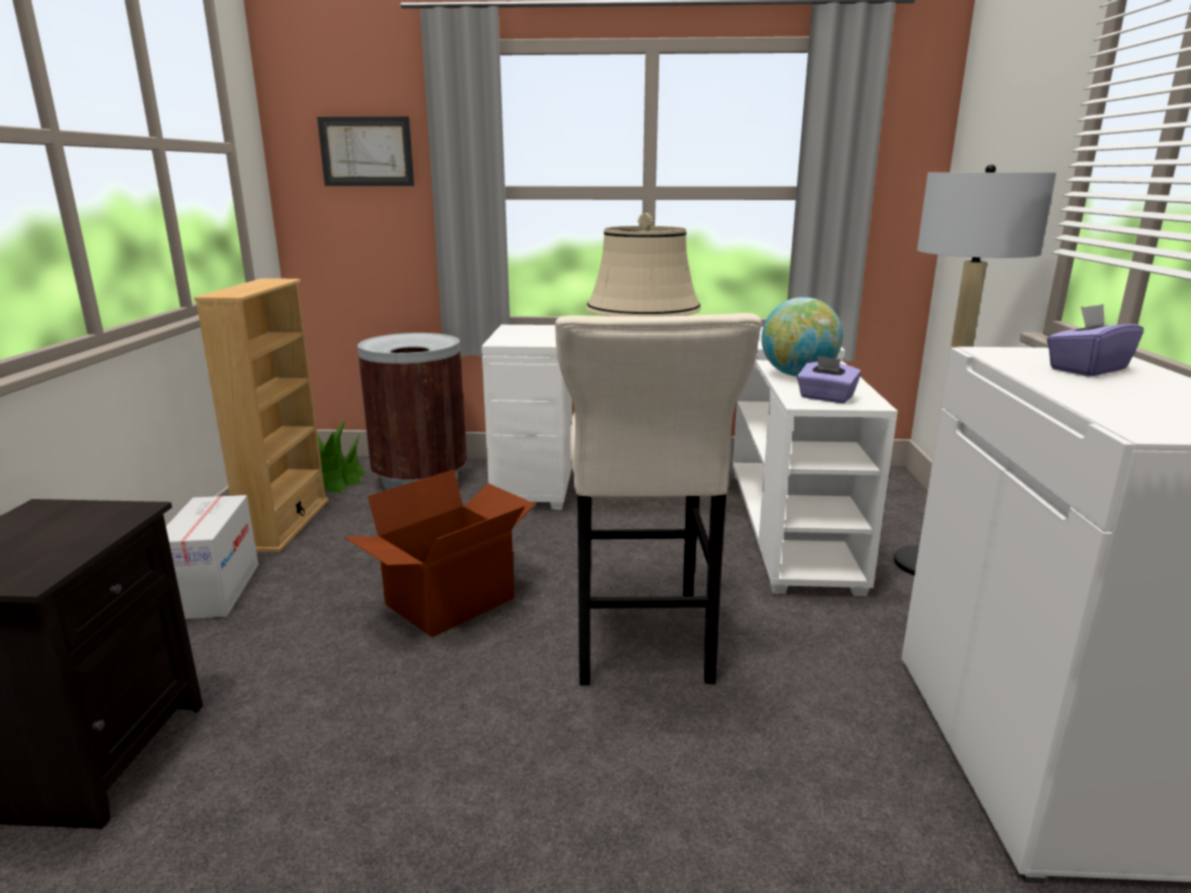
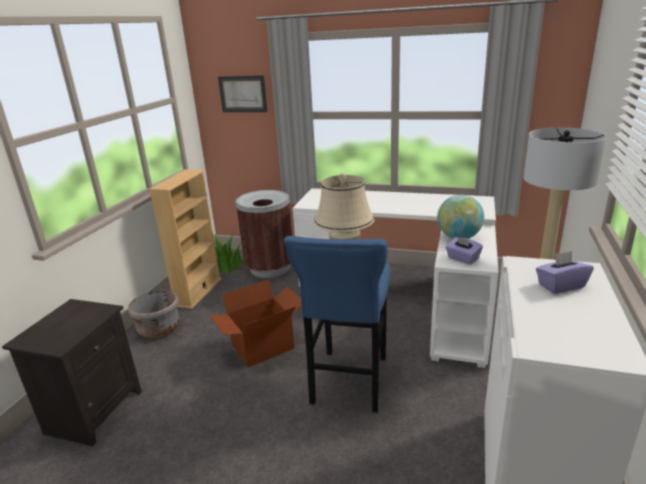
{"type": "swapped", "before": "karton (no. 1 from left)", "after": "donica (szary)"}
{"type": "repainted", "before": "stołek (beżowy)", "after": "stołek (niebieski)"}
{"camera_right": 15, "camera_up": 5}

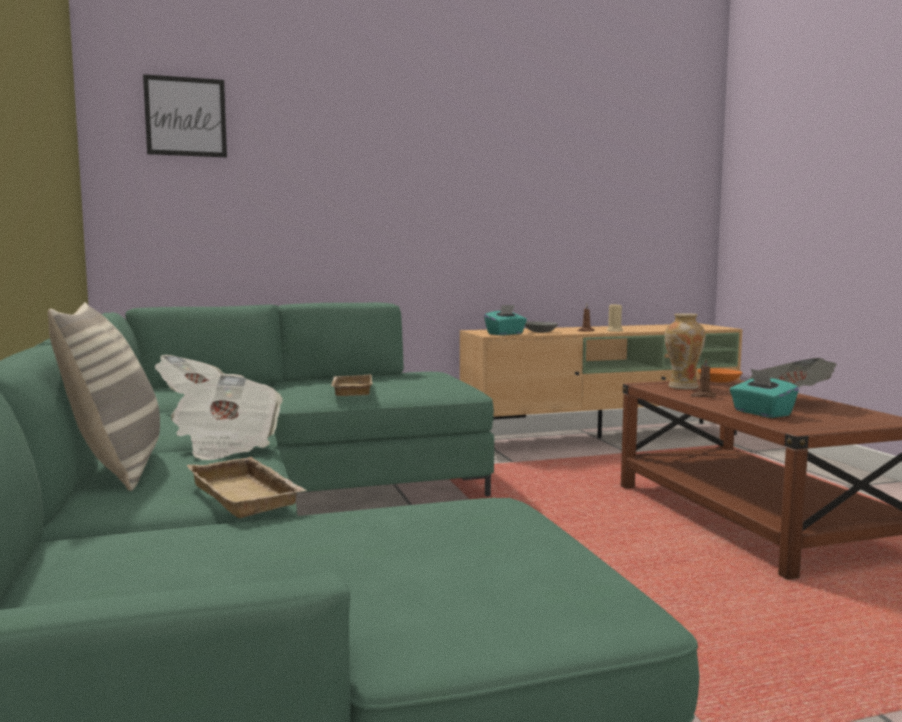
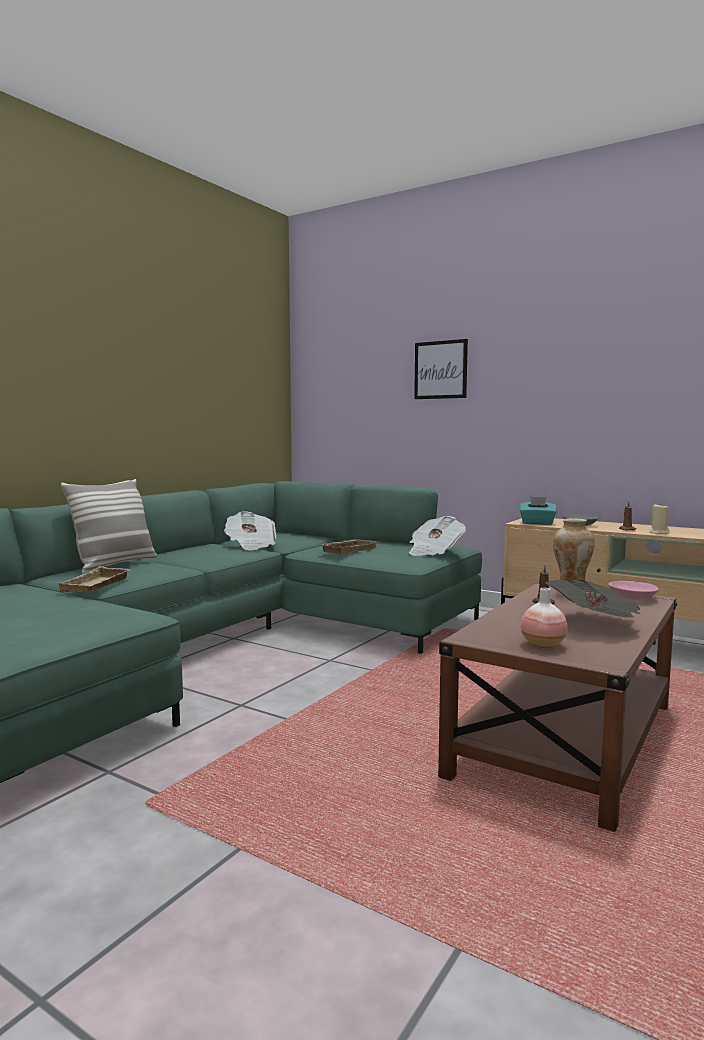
{"type": "gone", "before": "pudełko chusteczek (turkusowy) (no. 2 from left)"}
{"type": "new", "after": "wazon (no. 1 from left)"}
{"type": "shifted", "before": "obraz"}
{"type": "shifted", "before": "gazeta (no. 2 from left)"}
{"type": "repainted", "before": "miska (pomarańczowy)", "after": "miska (różowy)"}
{"camera_right": 50, "camera_up": 0}

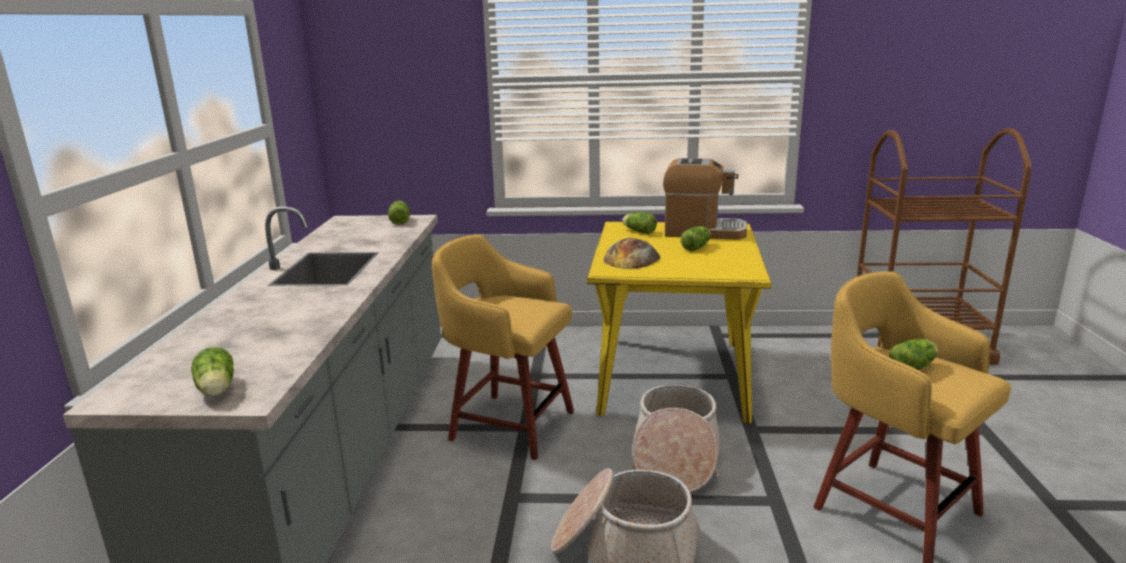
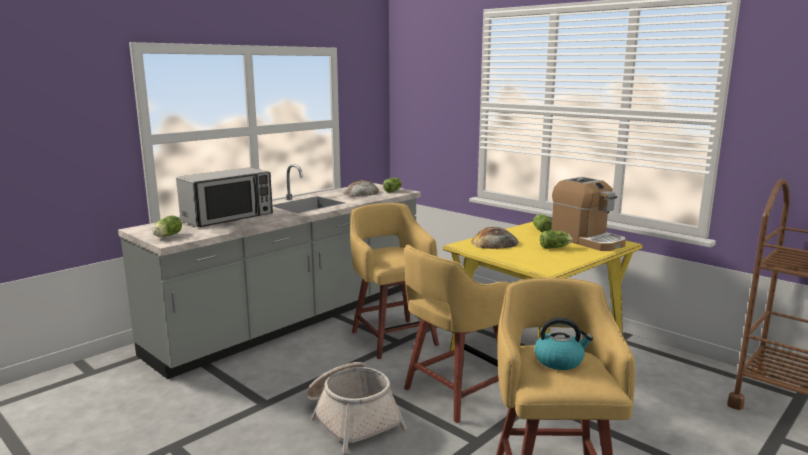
{"type": "new", "after": "mikrofalówka"}
{"type": "new", "after": "chleb (no. 1 from left)"}
{"type": "swapped", "before": "koszyk (no. 2 from left)", "after": "stołek (żółty) (no. 2 from left)"}
{"type": "swapped", "before": "sałata (no. 5 from left)", "after": "czajnik"}
{"camera_right": 40, "camera_up": -5}

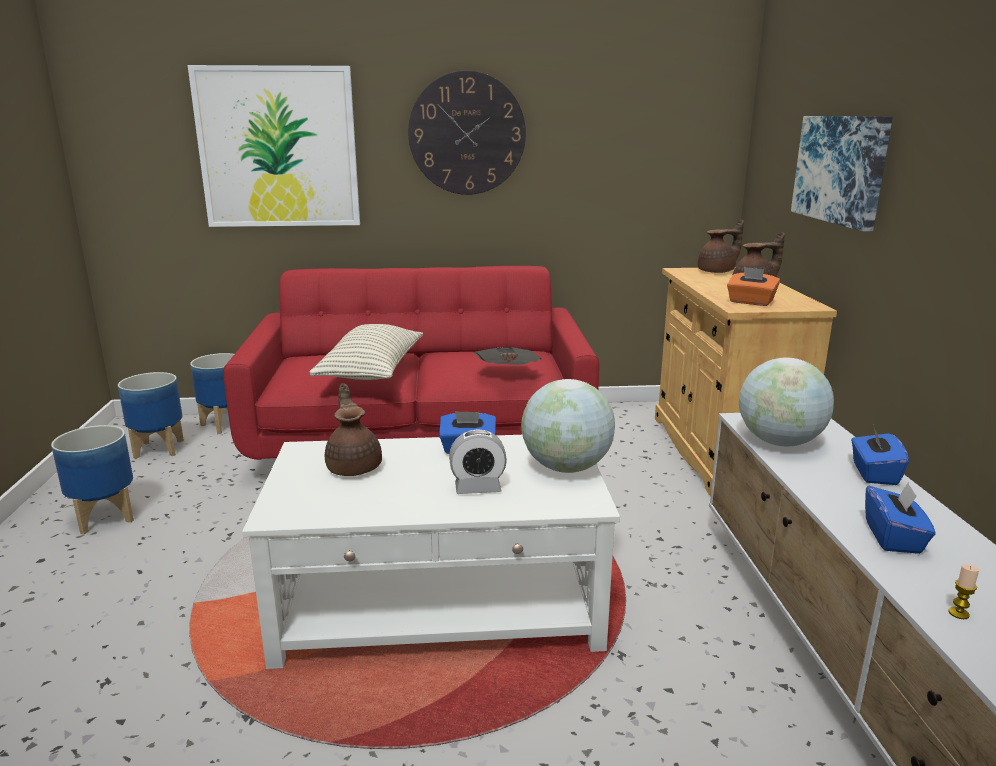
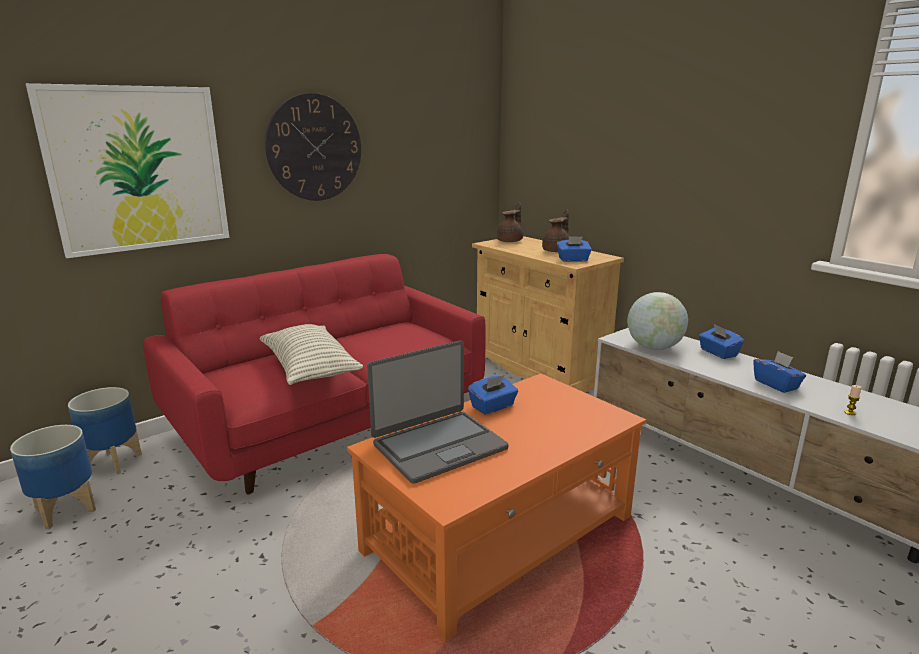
{"type": "gone", "before": "donica (no. 1 from left)"}
{"type": "gone", "before": "budzik"}
{"type": "gone", "before": "gazeta"}
{"type": "gone", "before": "globus (no. 1 from left)"}
{"type": "gone", "before": "obraz (no. 2 from left)"}
{"type": "swapped", "before": "imbryk (brązowy) (no. 1 from left)", "after": "laptop"}
{"type": "repainted", "before": "ława (biały)", "after": "ława (pomarańczowy)"}
{"type": "repainted", "before": "pudełko chusteczek (pomarańczowy)", "after": "pudełko chusteczek (niebieski) (no. 2 from left)"}
{"camera_right": -35, "camera_up": 0}

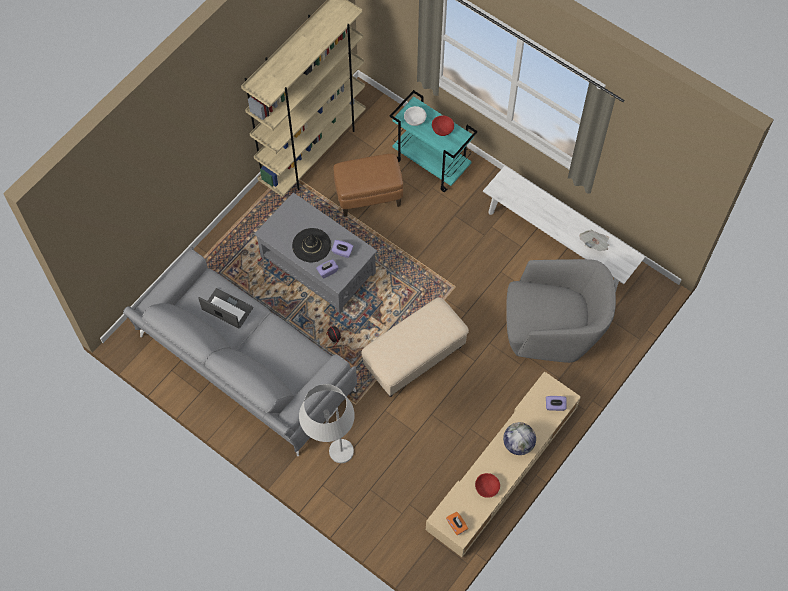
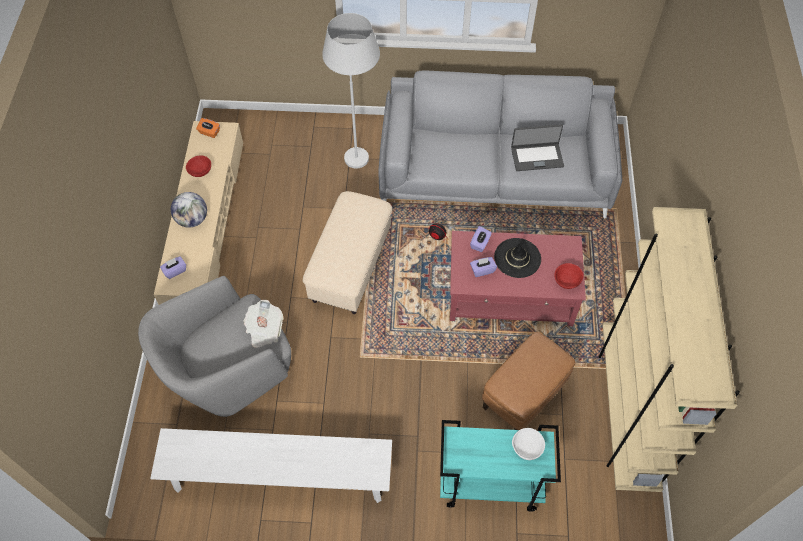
{"type": "shifted", "before": "miska (czerwony) (no. 1 from left in the first image)", "after": "miska (czerwony) (no. 2 from left)"}
{"type": "shifted", "before": "gazeta"}
{"type": "repainted", "before": "ława (szary)", "after": "ława (czerwony)"}
{"camera_right": 145, "camera_up": -5}

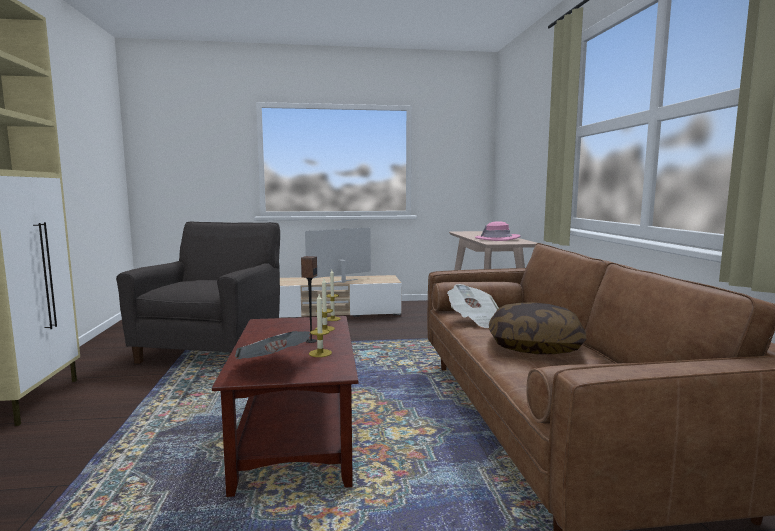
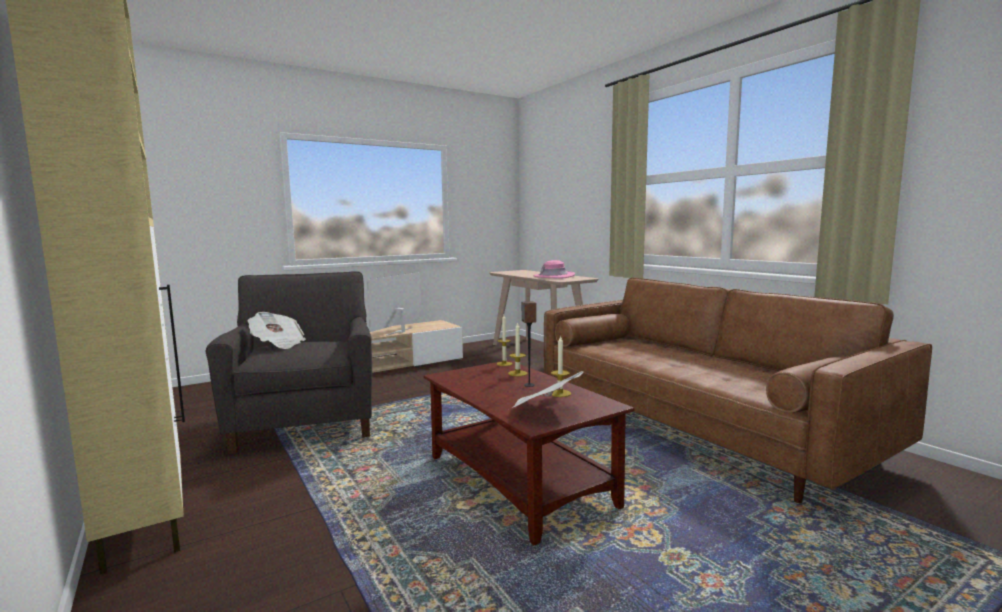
{"type": "gone", "before": "poduszka"}
{"type": "shifted", "before": "gazeta (no. 2 from left in the first image)", "after": "gazeta (no. 1 from left)"}
{"camera_right": -25, "camera_up": 0}

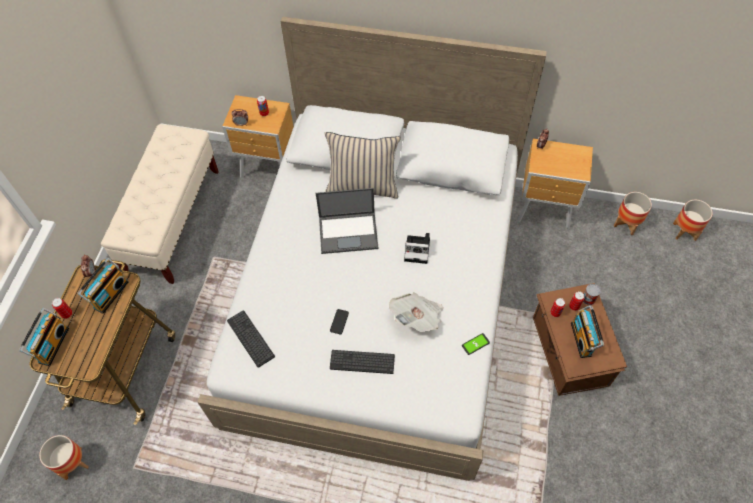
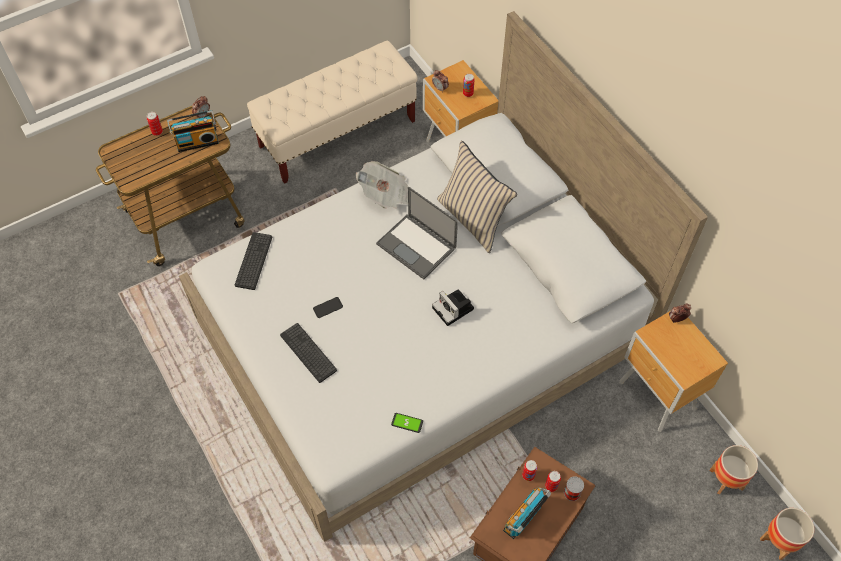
{"type": "gone", "before": "radio (no. 1 from left)"}
{"type": "gone", "before": "donica (no. 1 from left)"}
{"type": "shifted", "before": "gazeta"}
{"camera_right": 45, "camera_up": 0}

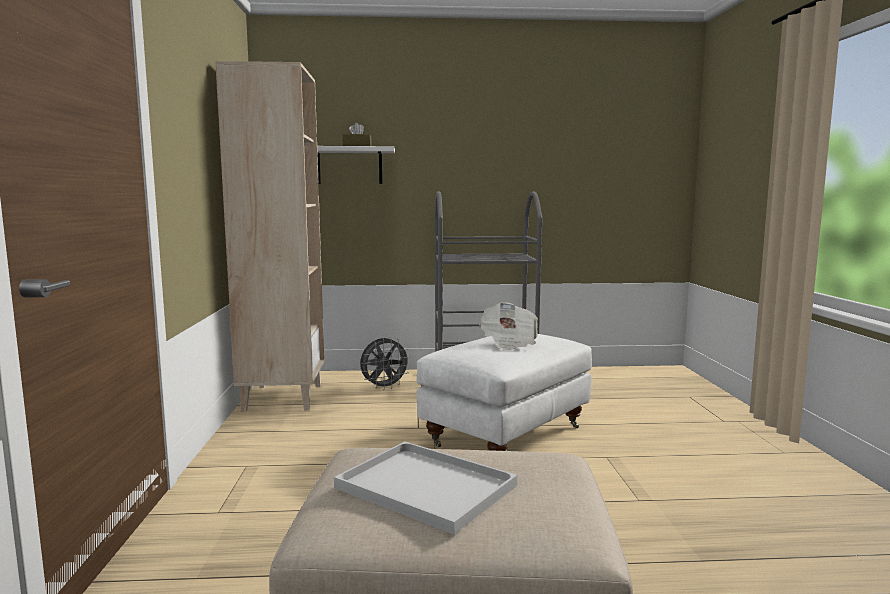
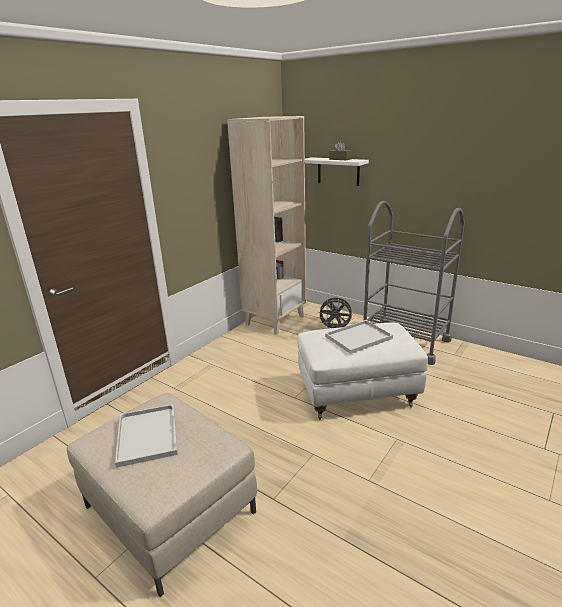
{"type": "swapped", "before": "gazeta", "after": "taca (biały) (no. 2 from left)"}
{"camera_right": 40, "camera_up": 15}

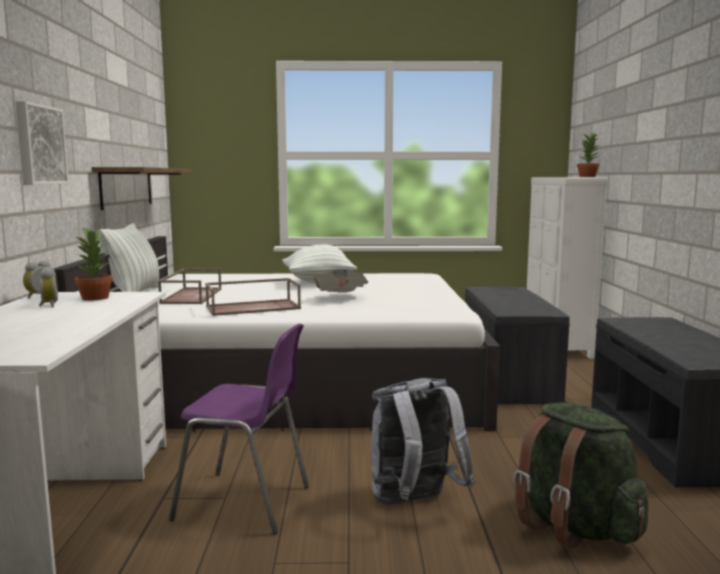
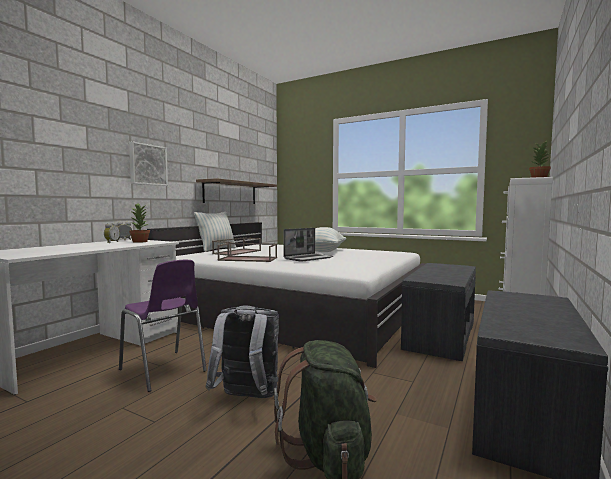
{"type": "swapped", "before": "gazeta", "after": "laptop"}
{"camera_right": 30, "camera_up": -5}

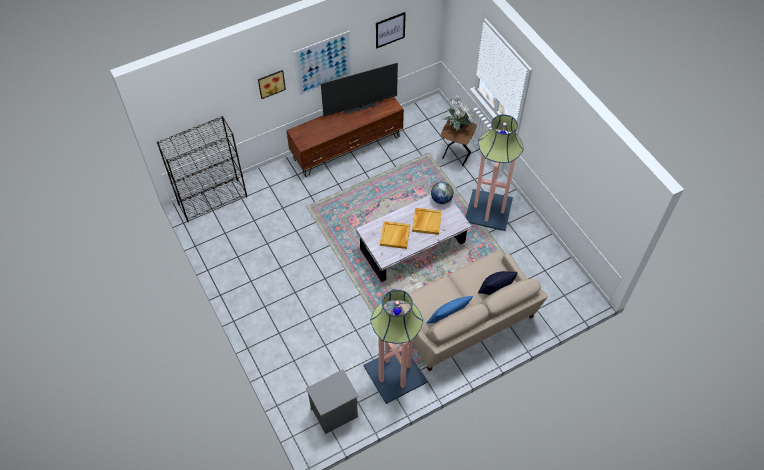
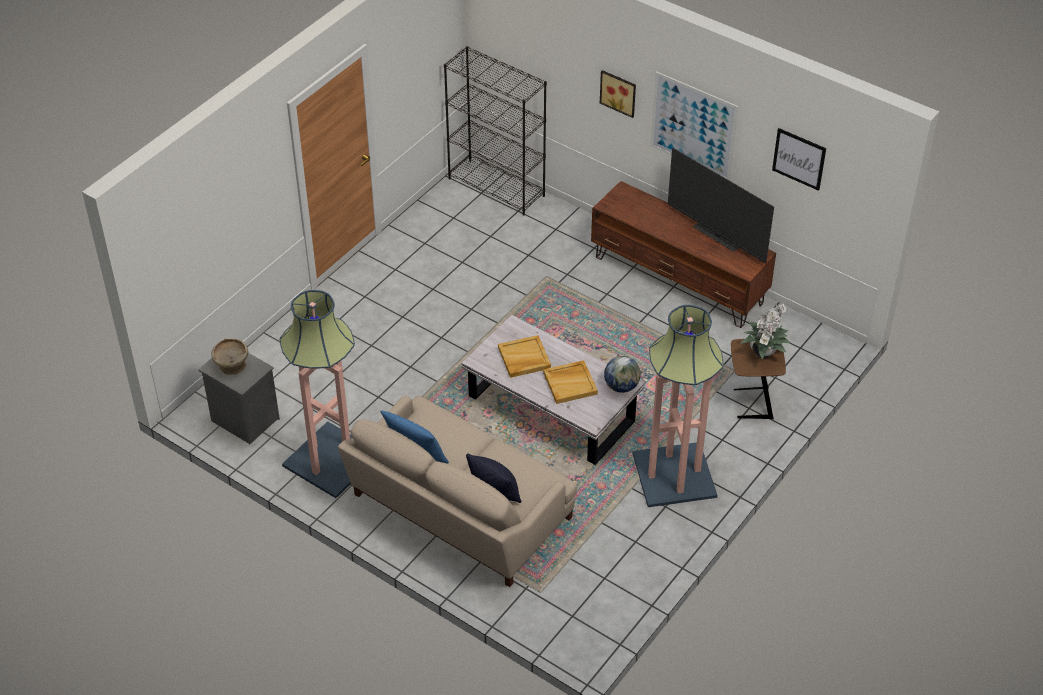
{"type": "new", "after": "miska (beżowy)"}
{"camera_right": 65, "camera_up": -10}

